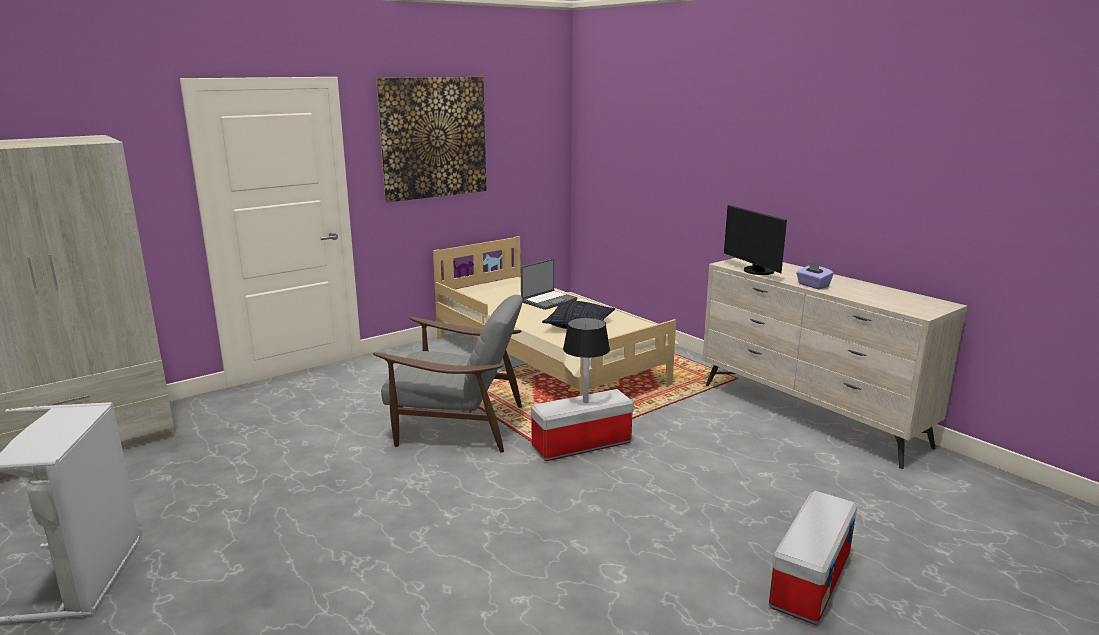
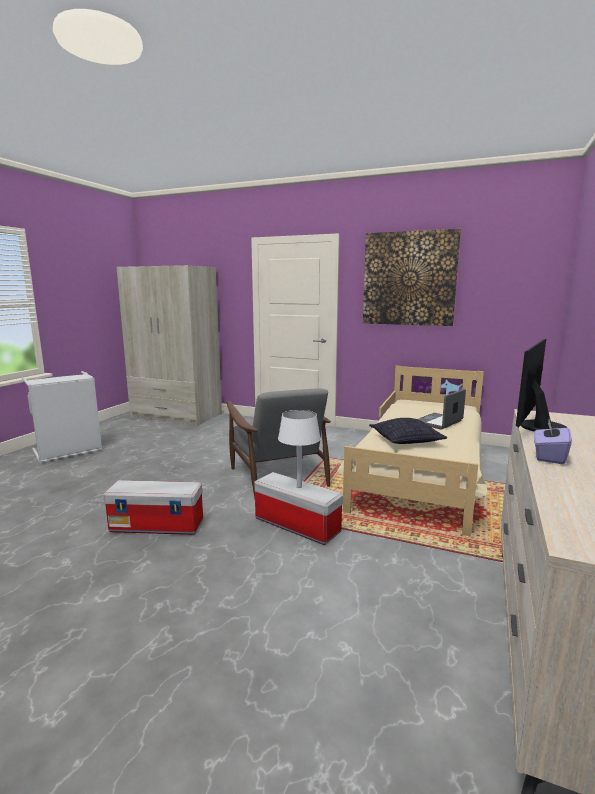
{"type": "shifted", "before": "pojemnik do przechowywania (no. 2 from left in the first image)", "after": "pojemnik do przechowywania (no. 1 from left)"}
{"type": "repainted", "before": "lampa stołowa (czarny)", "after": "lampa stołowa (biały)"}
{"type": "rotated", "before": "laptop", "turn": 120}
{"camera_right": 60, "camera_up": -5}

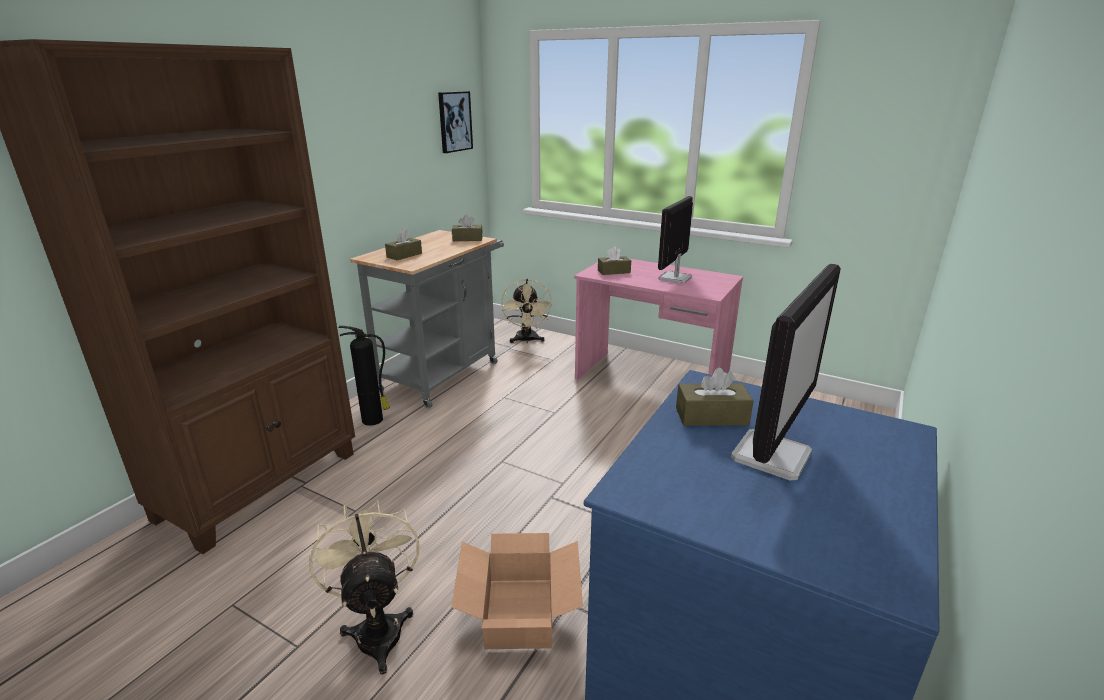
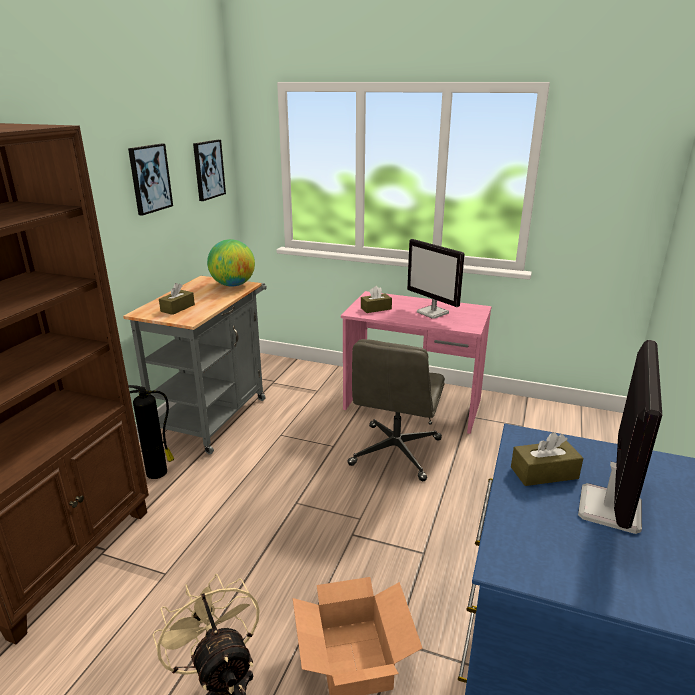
{"type": "gone", "before": "wentylator (beżowy) (no. 2 from left)"}
{"type": "new", "after": "obraz (no. 1 from left)"}
{"type": "new", "after": "krzesło biurowe (szary)"}
{"type": "swapped", "before": "pudełko chusteczek (brązowy) (no. 2 from left)", "after": "globus"}
{"type": "rotated", "before": "monitor (no. 1 from left)", "turn": -60}
{"camera_right": -10, "camera_up": 0}

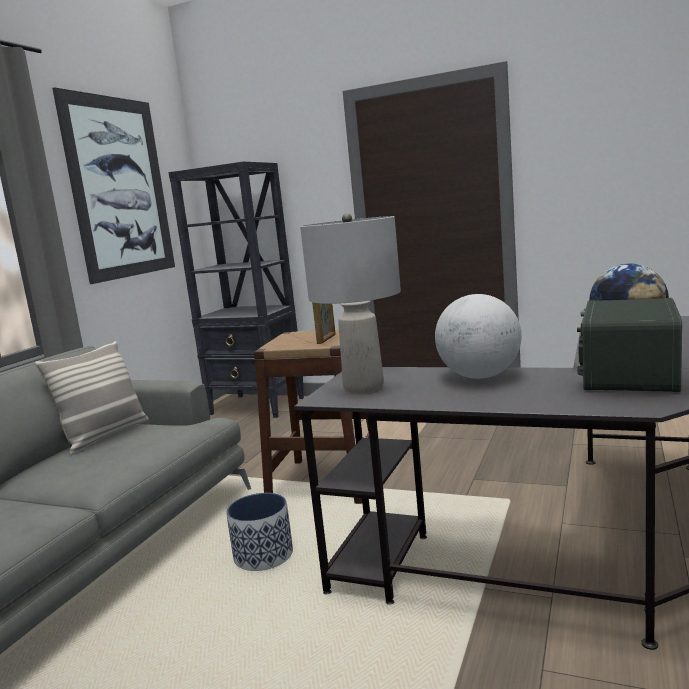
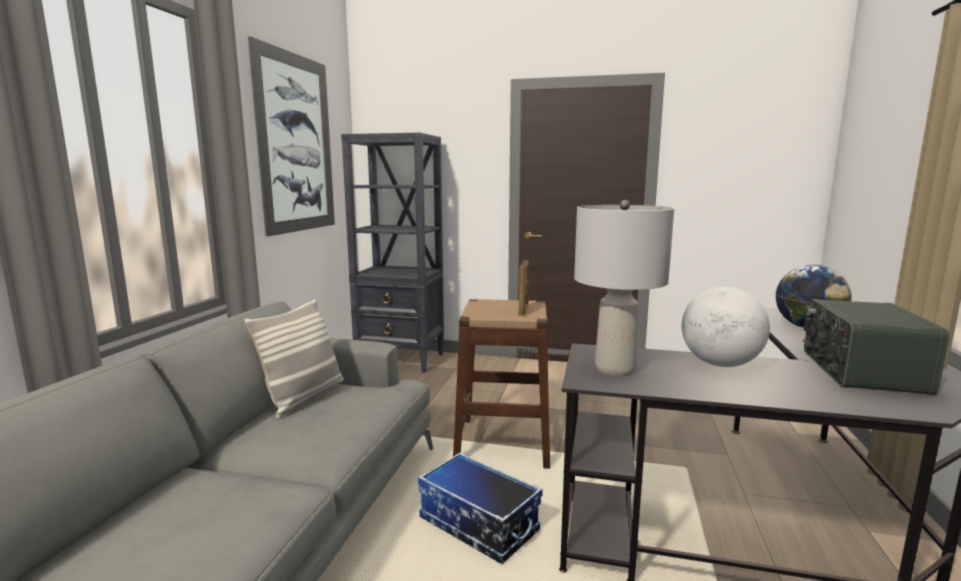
{"type": "swapped", "before": "donica", "after": "pojemnik do przechowywania"}
{"camera_right": -10, "camera_up": 0}

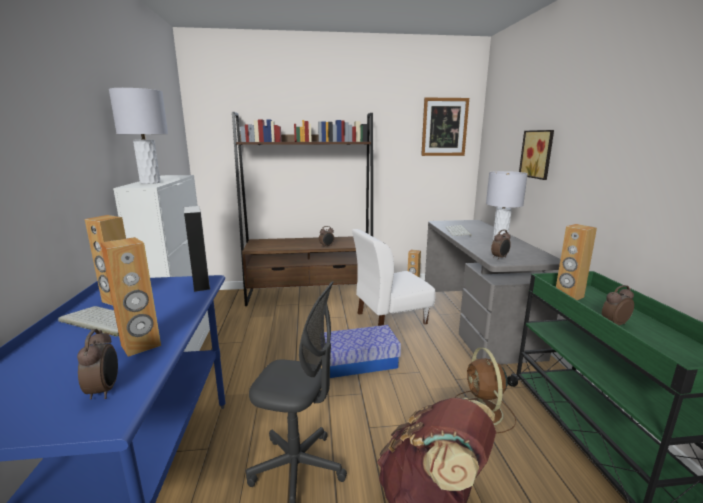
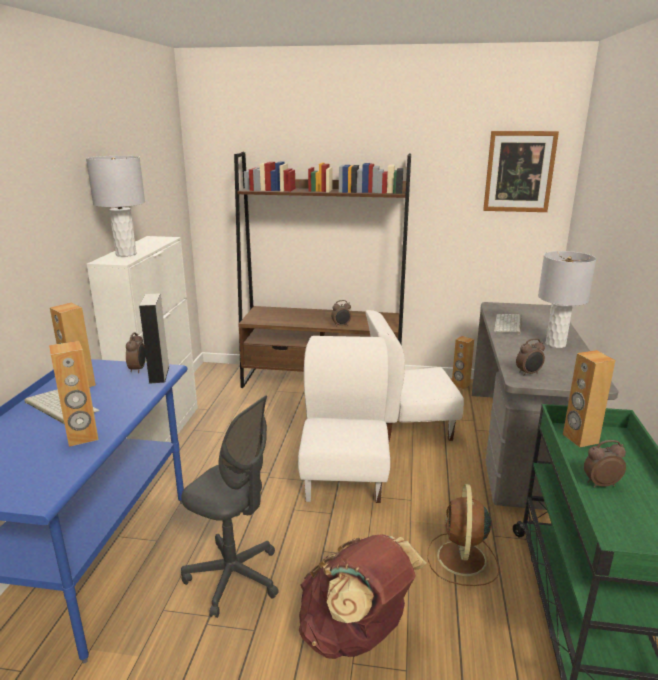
{"type": "gone", "before": "obraz (no. 2 from left)"}
{"type": "shifted", "before": "budzik (no. 1 from left)"}
{"type": "swapped", "before": "pojemnik do przechowywania", "after": "krzesło (biały) (no. 1 from left)"}
{"camera_right": 15, "camera_up": 5}

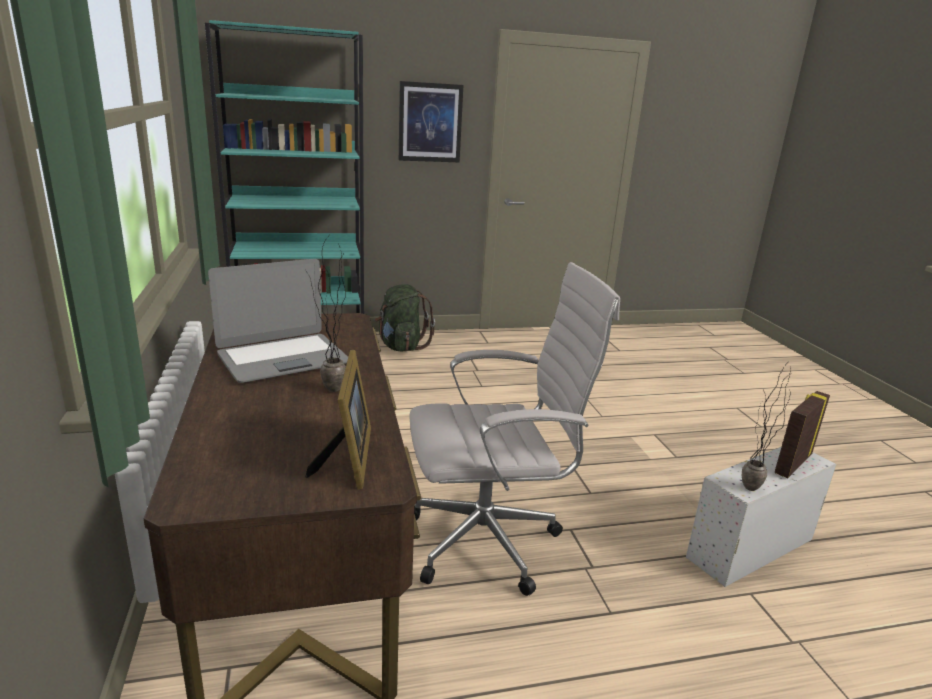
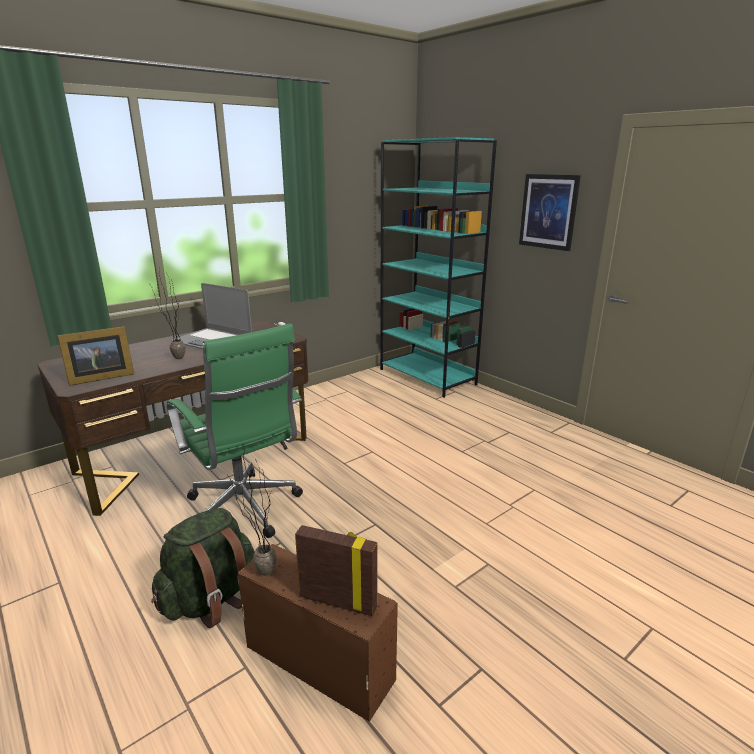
{"type": "shifted", "before": "plecak (zielony)"}
{"type": "repainted", "before": "krzesło biurowe (biały)", "after": "krzesło biurowe (zielony)"}
{"type": "repainted", "before": "pojemnik do przechowywania (biały)", "after": "pojemnik do przechowywania (brązowy)"}
{"camera_right": 65, "camera_up": 0}

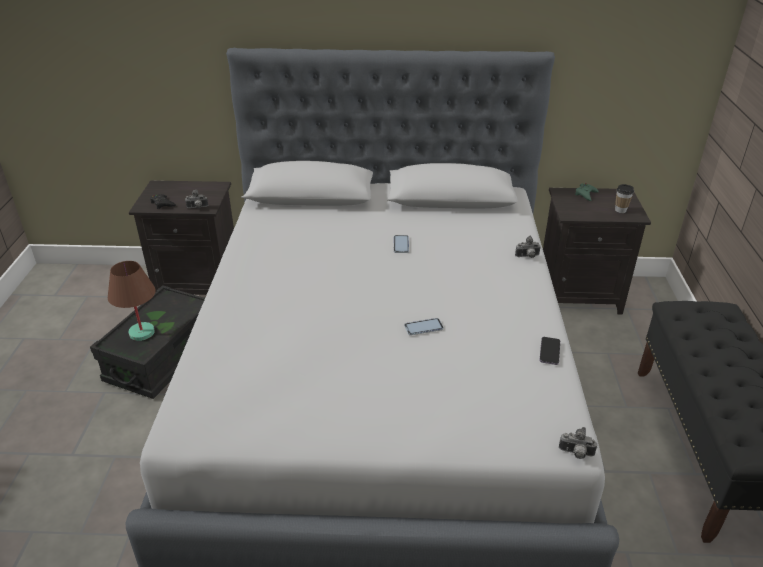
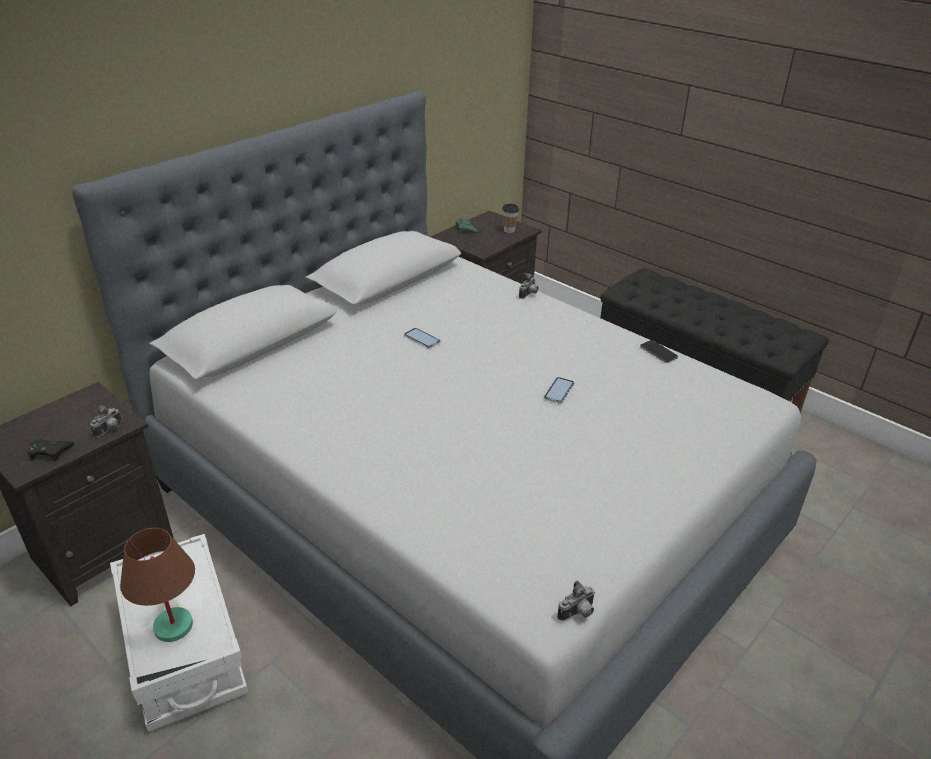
{"type": "shifted", "before": "aparat fotograficzny (no. 3 from left)"}
{"type": "repainted", "before": "pojemnik do przechowywania (czarny)", "after": "pojemnik do przechowywania (biały)"}
{"camera_right": -50, "camera_up": 0}

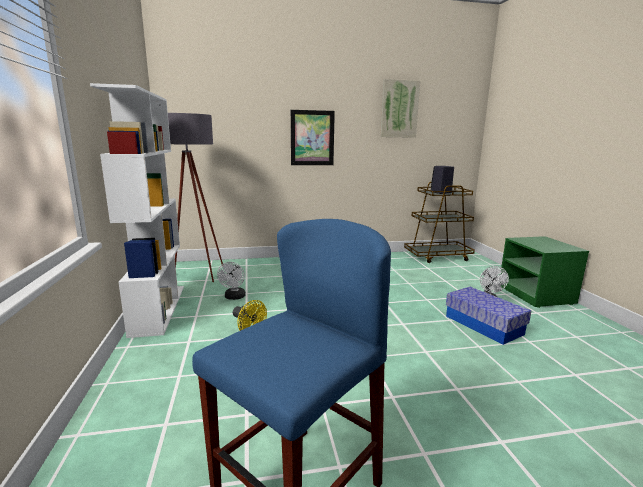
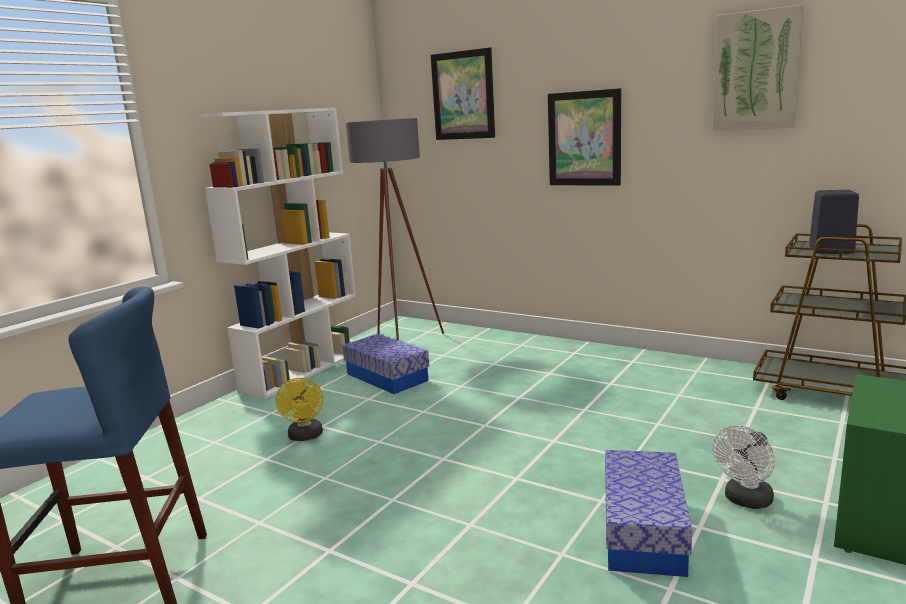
{"type": "new", "after": "obraz (no. 1 from left)"}
{"type": "swapped", "before": "wentylator (biały) (no. 1 from left)", "after": "pojemnik do przechowywania (no. 1 from left)"}
{"camera_right": 45, "camera_up": 0}

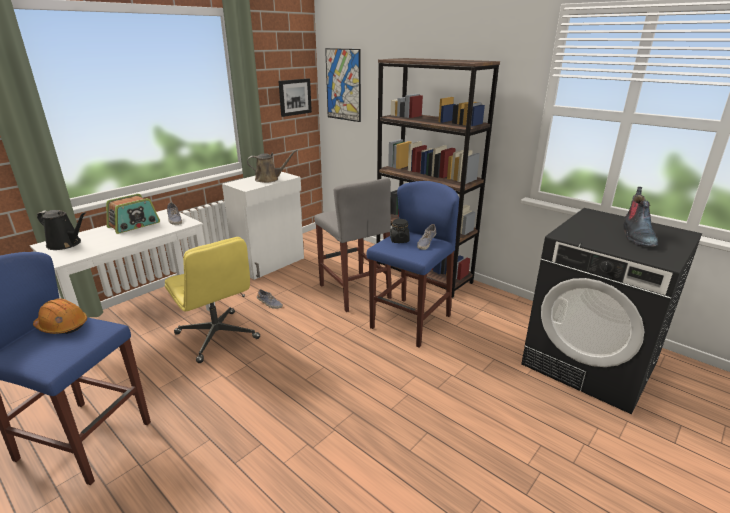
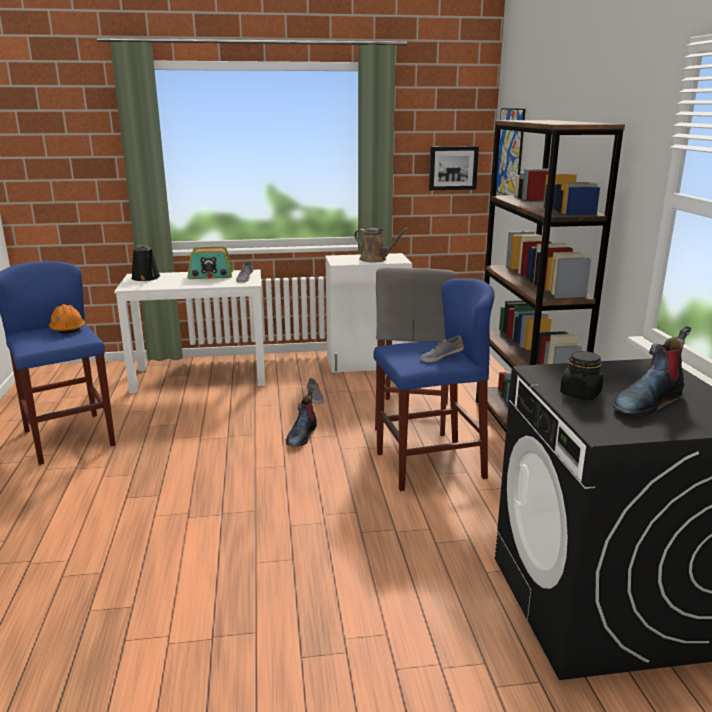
{"type": "gone", "before": "krzesło biurowe (żółty)"}
{"type": "new", "after": "but z cholewką (no. 1 from left)"}
{"type": "shifted", "before": "słoik (czarny)"}
{"camera_right": 40, "camera_up": -5}

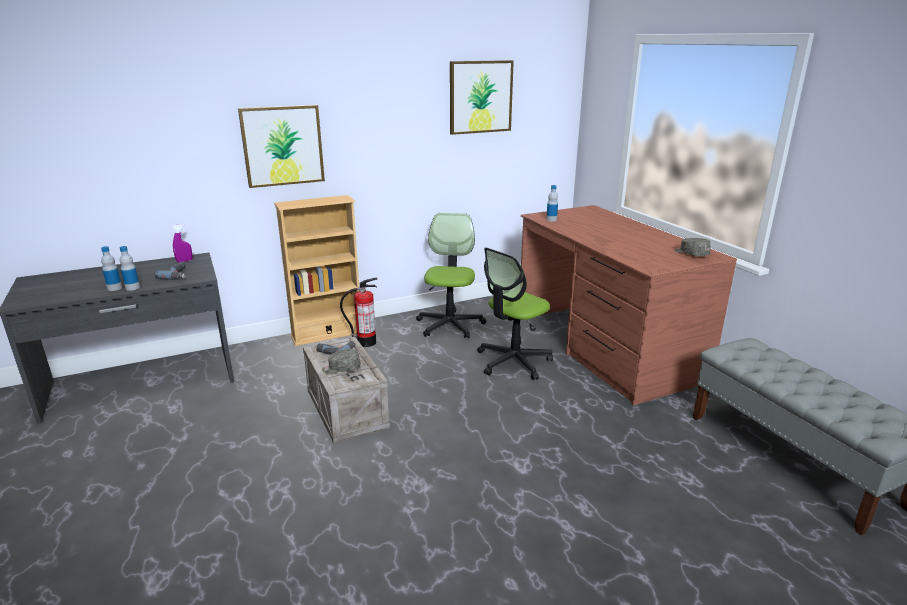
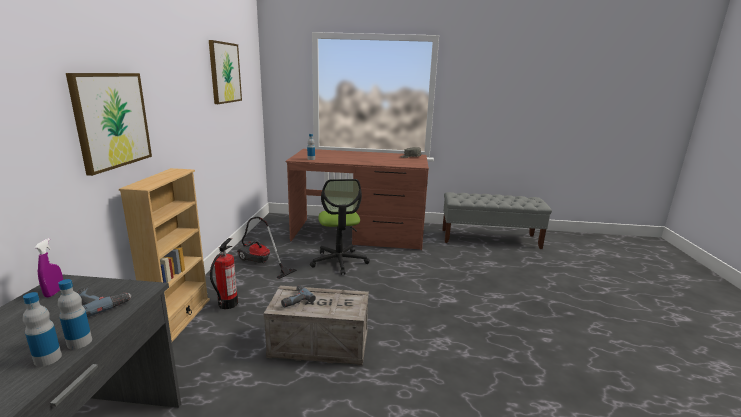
{"type": "gone", "before": "czapka z daszkiem (szary) (no. 1 from left)"}
{"type": "swapped", "before": "krzesło biurowe (no. 1 from left)", "after": "odkurzacz"}
{"camera_right": -60, "camera_up": -5}

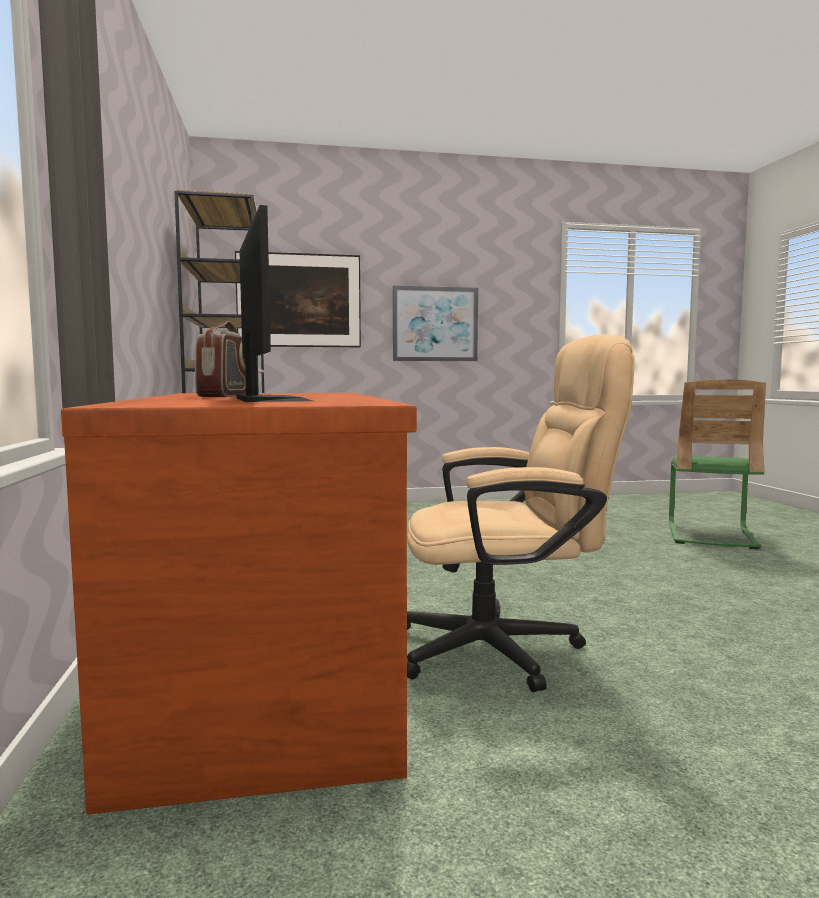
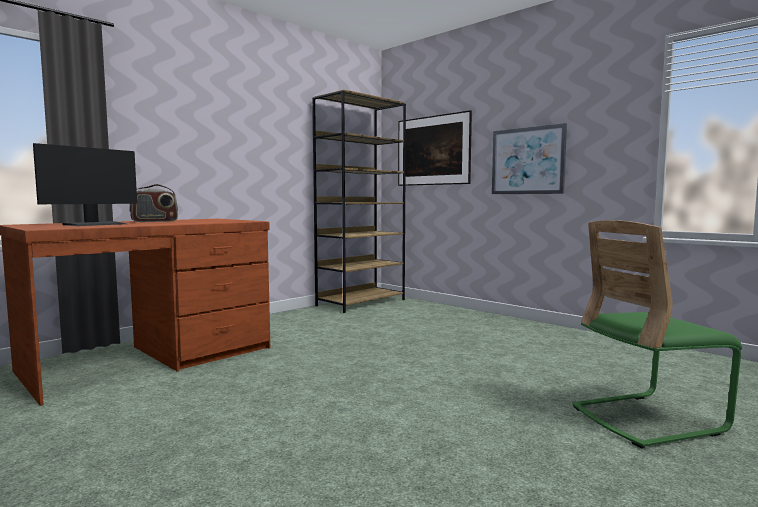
{"type": "gone", "before": "krzesło biurowe (beżowy)"}
{"camera_right": 55, "camera_up": 0}

